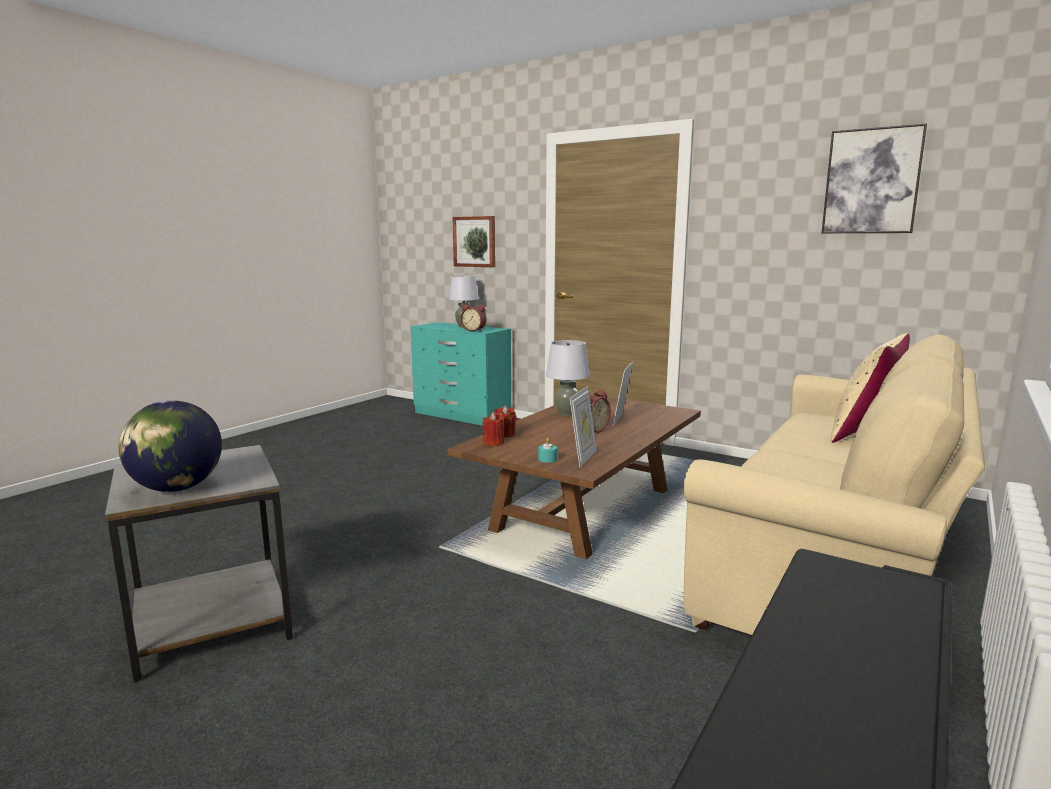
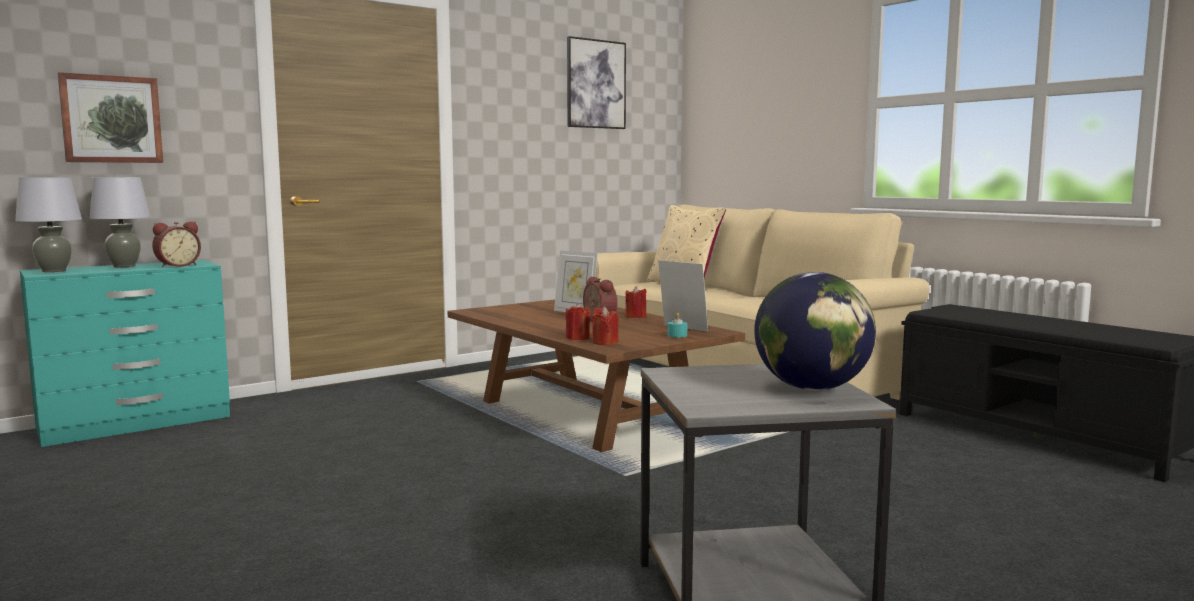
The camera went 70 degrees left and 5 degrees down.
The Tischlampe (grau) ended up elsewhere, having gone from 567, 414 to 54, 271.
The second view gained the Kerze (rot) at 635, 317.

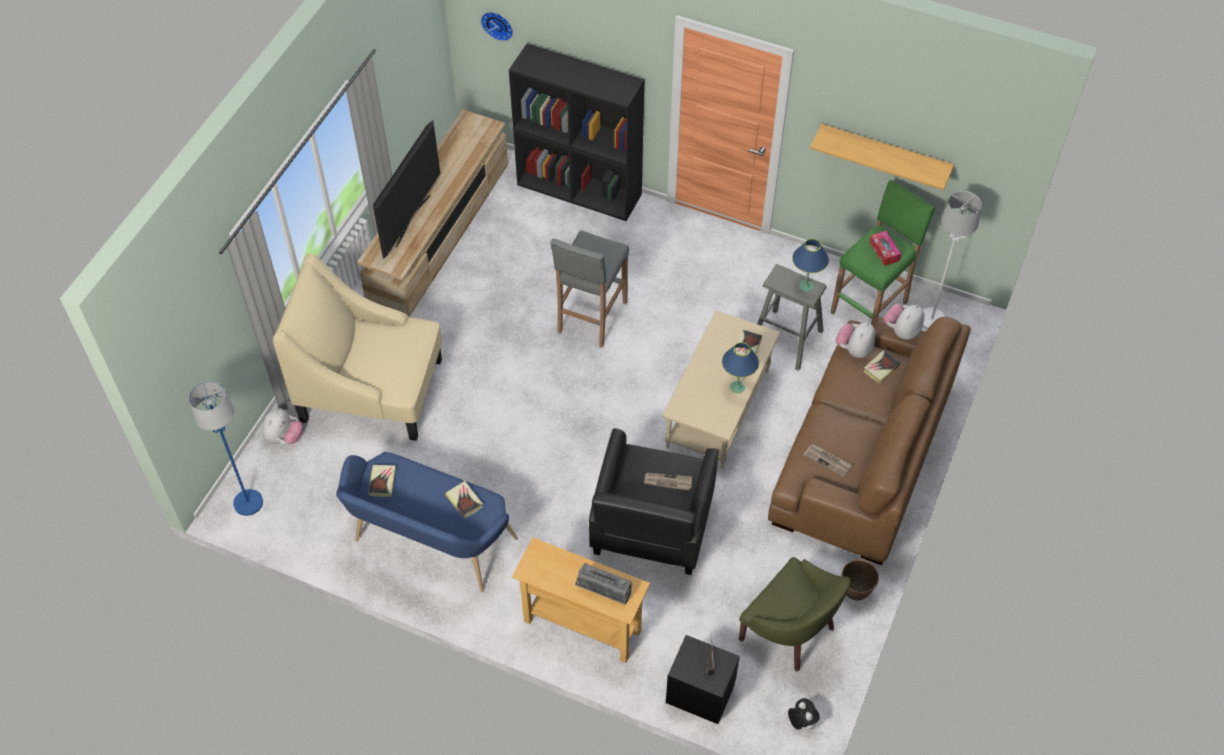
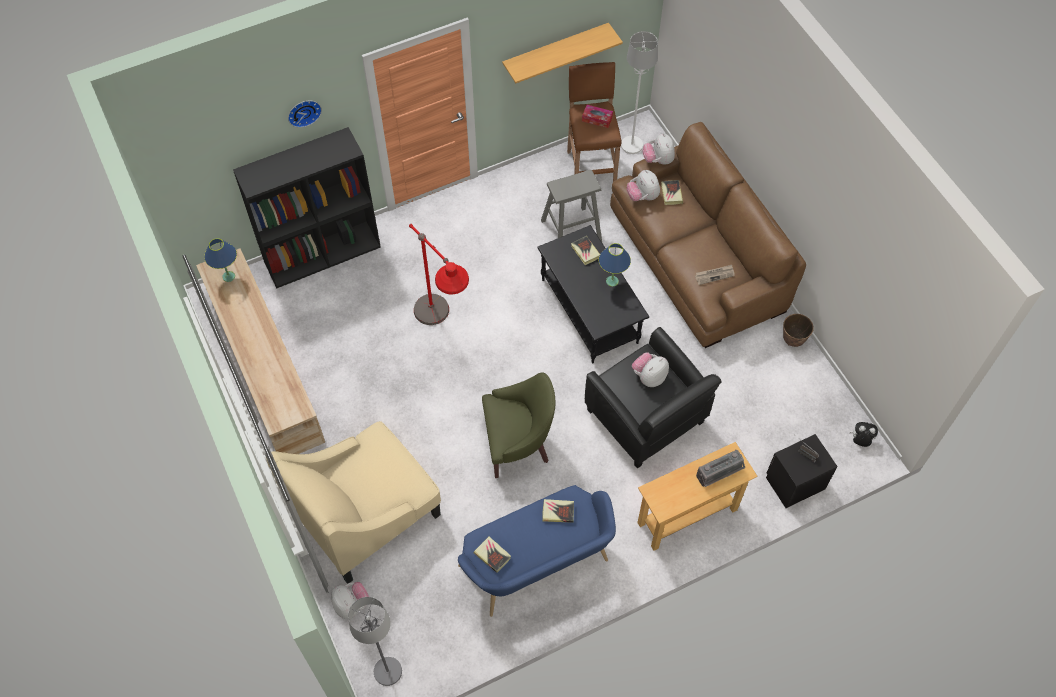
The camera went 50 degrees left and 5 degrees up.
The Wanduhr ended up elsewhere, having gone from 498, 24 to 303, 111.
The second view lost the Fernseher at 412, 220.
What was the Hocker (grün) at 870, 306 turned into the Hocker (braun) at 590, 168.
Where the Hocker (grau) stood at 591, 318, the Stehlampe (rot) came to stand at 442, 329.
The Tischlampe (blau) ended up elsewhere, having gone from 805, 285 to 228, 276.
What was the Couchtisch (beige) at 719, 410 turned into the Couchtisch (schwarz) at 590, 311.
What was the Stehlampe (blau) at 248, 503 turned into the Stehlampe (grau) at 388, 671.
Where the Zeitung stood at 667, 482, the Plüschtier came to stand at 649, 377.
The Sessel (grün) ended up elsewhere, having gone from 791, 631 to 518, 443.

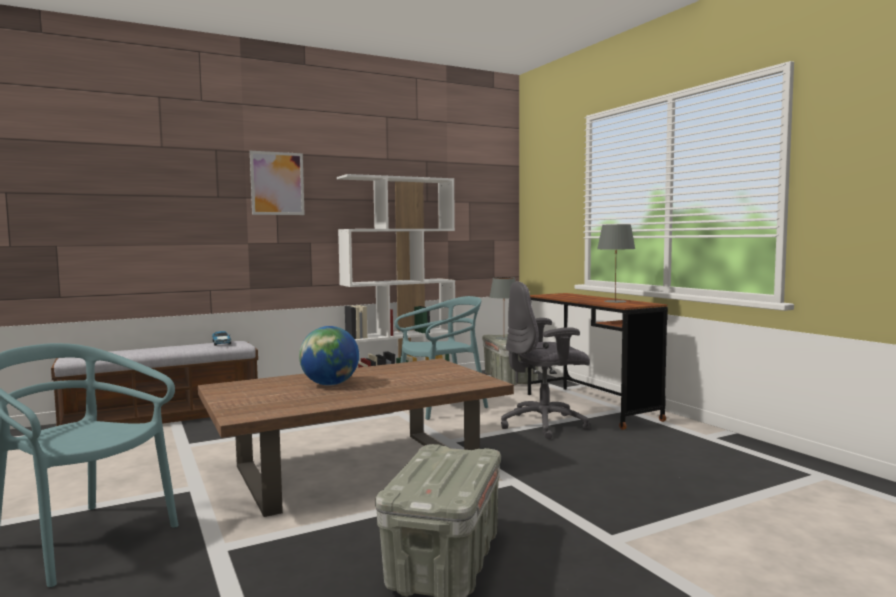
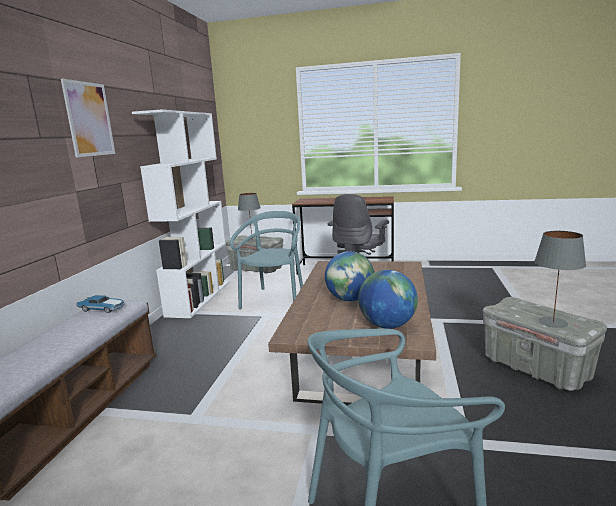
The camera went 50 degrees left and 10 degrees up.
The Tischlampe (grau) ended up elsewhere, having gone from 614, 301 to 553, 322.
The second view gained the Globus at 387, 325.

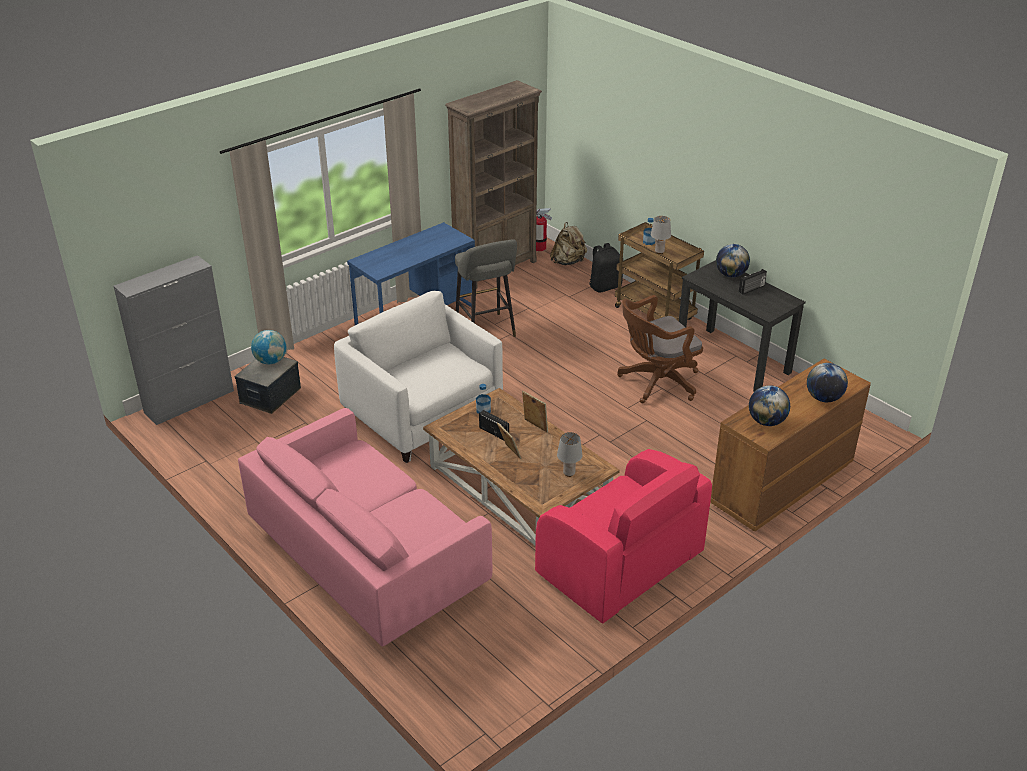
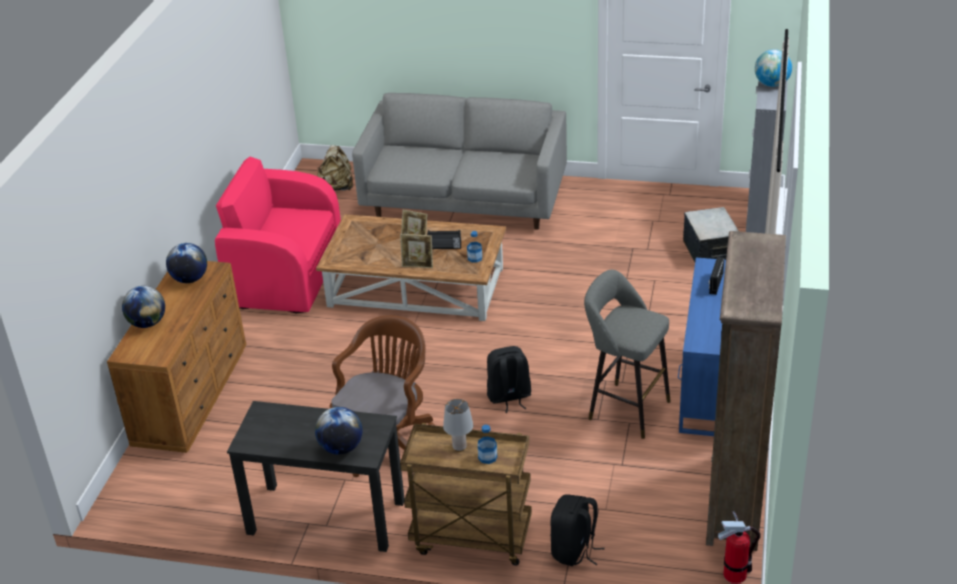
The camera went 145 degrees right and 0 degrees up.
The Rucksack (beige) ended up elsewhere, having gone from 568, 262 to 337, 187.
The Radio ended up elsewhere, having gone from 752, 289 to 715, 283.
The second view lost the Sessel (weiß) at 423, 415.
The Globus ended up elsewhere, having gone from 271, 361 to 771, 84.
What was the Sofa (rosa) at 368, 560 turned into the Sofa (grau) at 465, 200.
The second view lost the Tischlampe (grau) at 569, 473.
The second view gained the Rucksack (schwarz) at 509, 397.

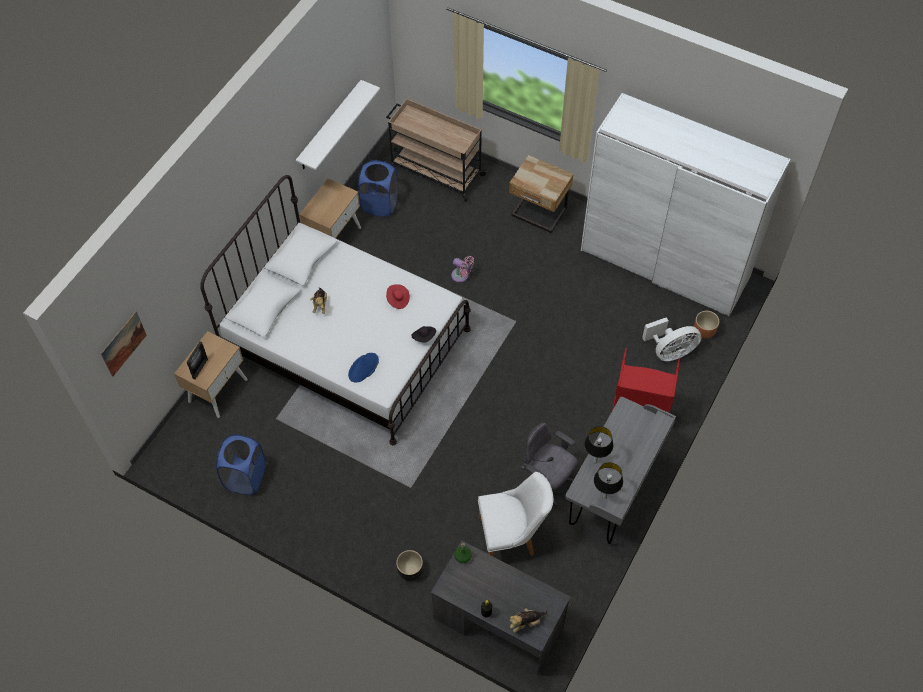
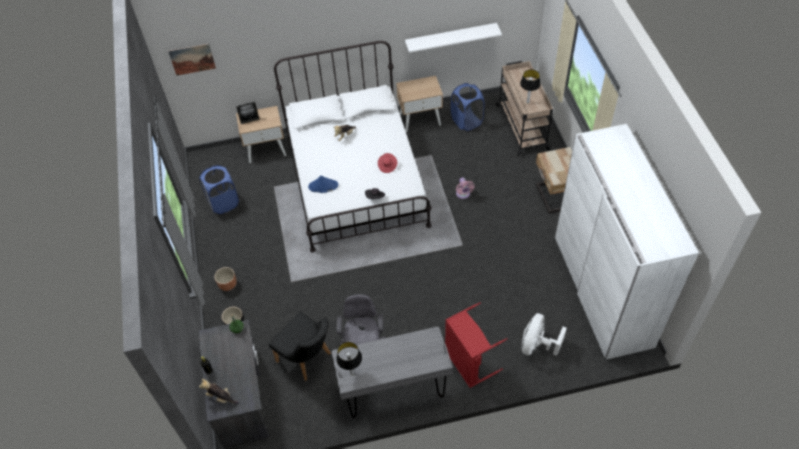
The camera went 50 degrees right and 5 degrees down.
The Pflanzkübel (braun) ended up elsewhere, having gone from 703, 331 to 227, 284.
The Ventilator (weiß) at 670, 352 ended up facing another way, 90 degrees clockwise from before.
The Tischlampe ended up elsewhere, having gone from 595, 461 to 528, 102.
What was the Stuhl (weiß) at 512, 536 turned into the Stuhl (schwarz) at 308, 359.

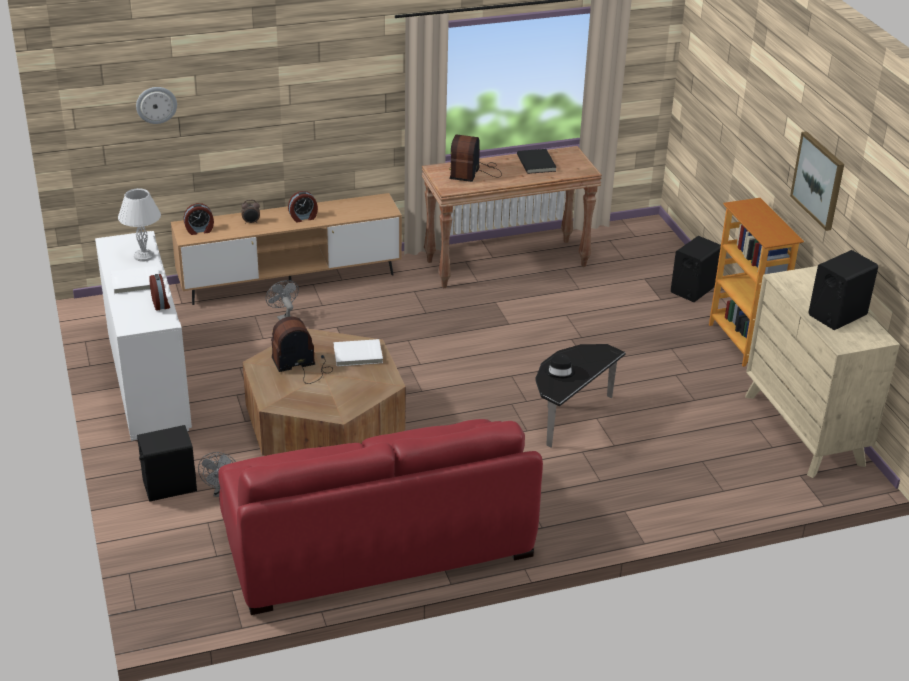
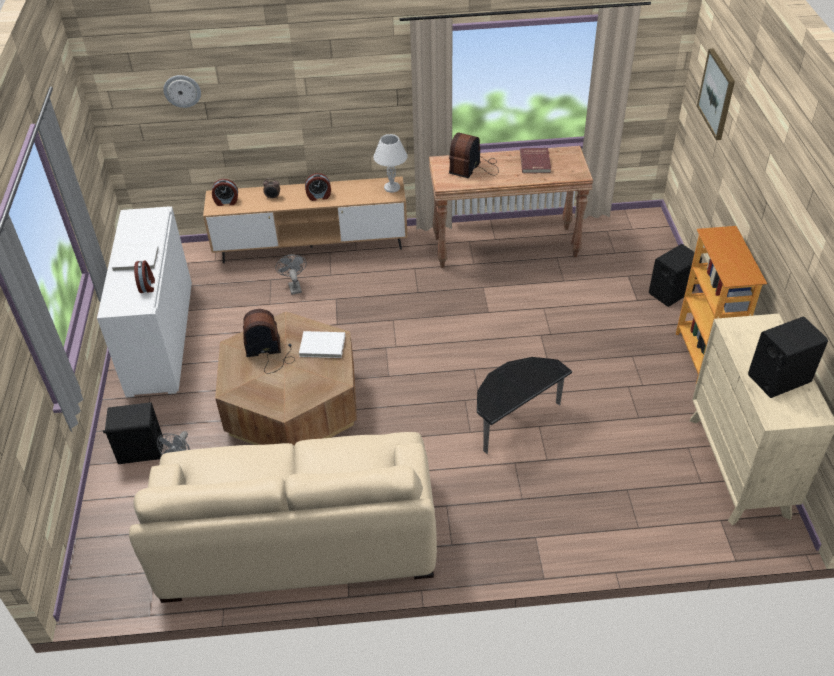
The camera went 15 degrees right and 10 degrees up.
The Bild ended up elsewhere, having gone from 818, 180 to 717, 94.
What was the Buch (schwarz) at 537, 163 turned into the Buch (rot) at 536, 162.
The Tischlampe (weiß) ended up elsewhere, having gone from 144, 255 to 392, 187.
The second view lost the Hut (schwarz) at 560, 371.
What was the Sofa (rot) at 376, 538 turned into the Sofa (beige) at 297, 533.

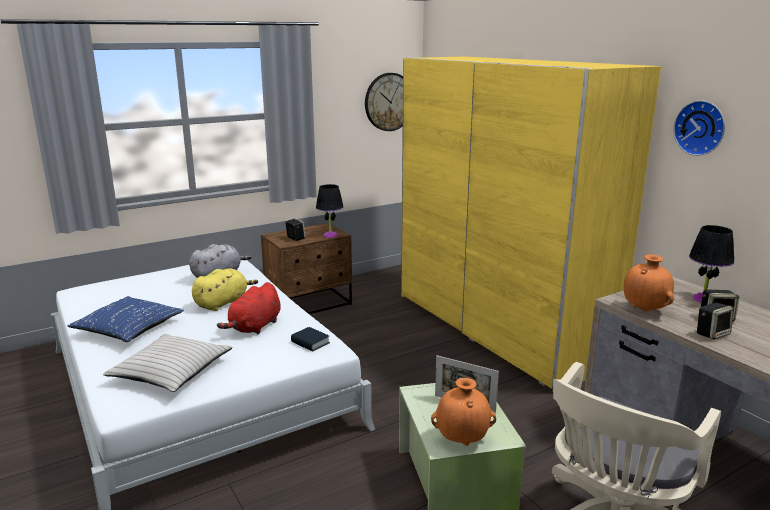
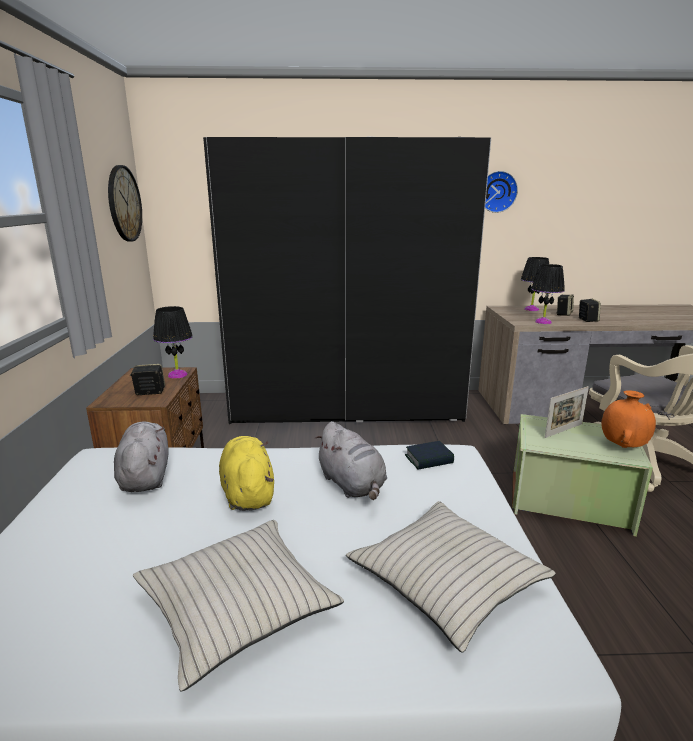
The camera went 60 degrees left and 0 degrees up.
What was the Kleiderschrank (gelb) at 496, 328 turned into the Kleiderschrank (schwarz) at 347, 407.
Where the Vase (orange) stood at 645, 310, the Tischlampe (schwarz) came to stand at 543, 322.
What was the Plüschtier (rot) at 254, 327 turned into the Plüschtier (grau) at 352, 485.
What was the Kissen (blau) at 128, 328 turned into the Kissen (beige) at 238, 606.

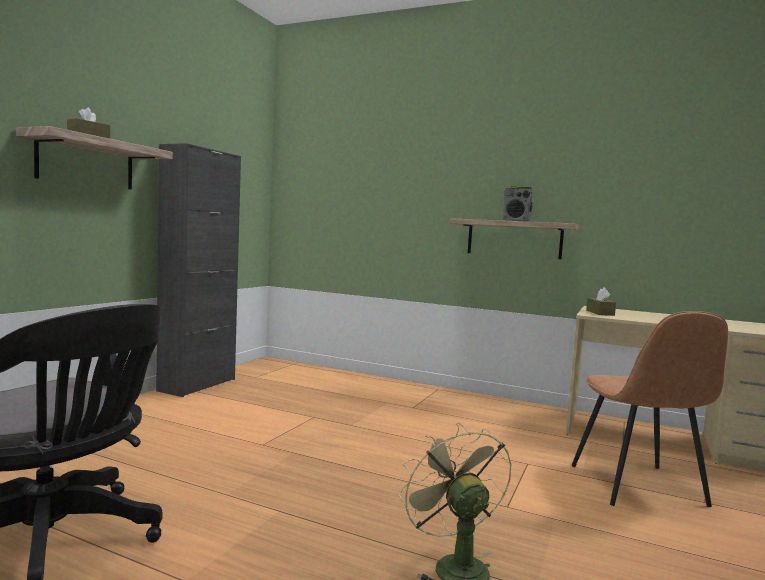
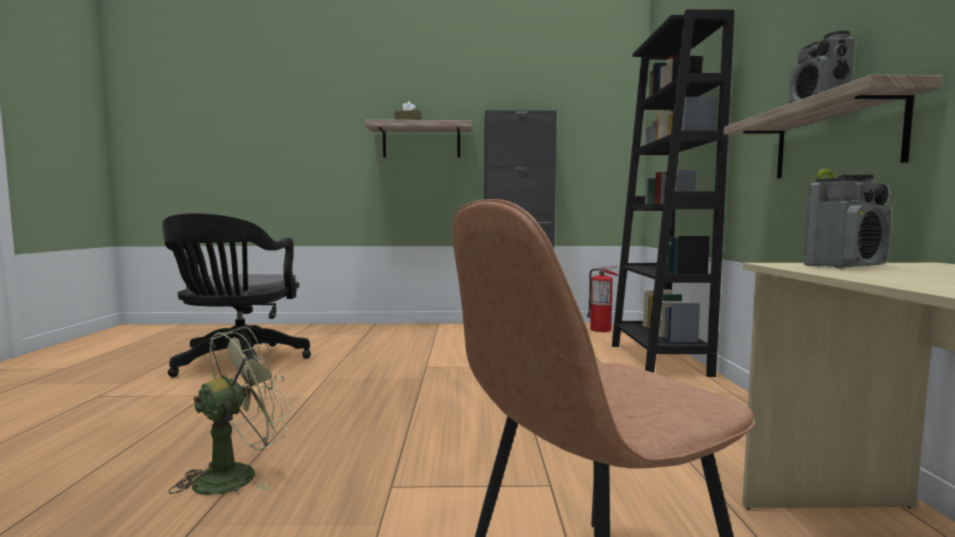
The camera went 65 degrees right and 0 degrees up.
Where the Taschentuchbox (braun) stood at 600, 313, the Radio came to stand at 845, 266.
The second view gained the Bücherregal (schwarz) at 658, 359.
The second view gained the Feuerlöscher at 601, 329.

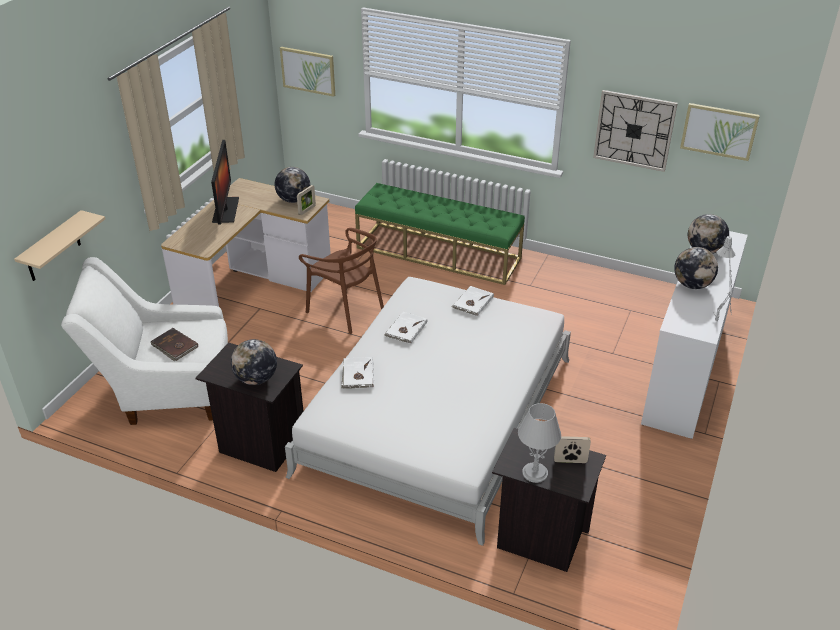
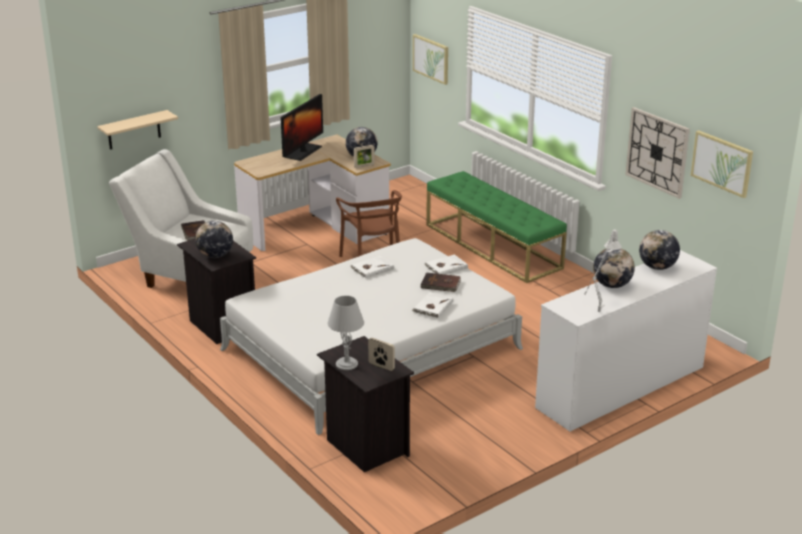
The camera went 30 degrees right and 10 degrees down.
The Buch (weiß) ended up elsewhere, having gone from 357, 375 to 432, 307.
The second view gained the Buch (braun) at 440, 284.

